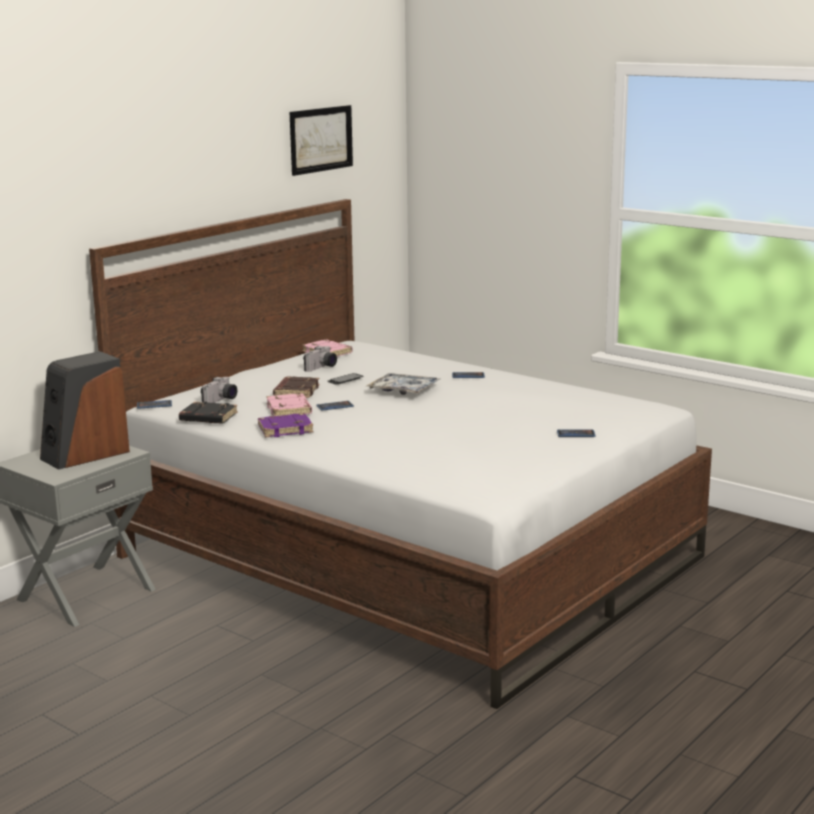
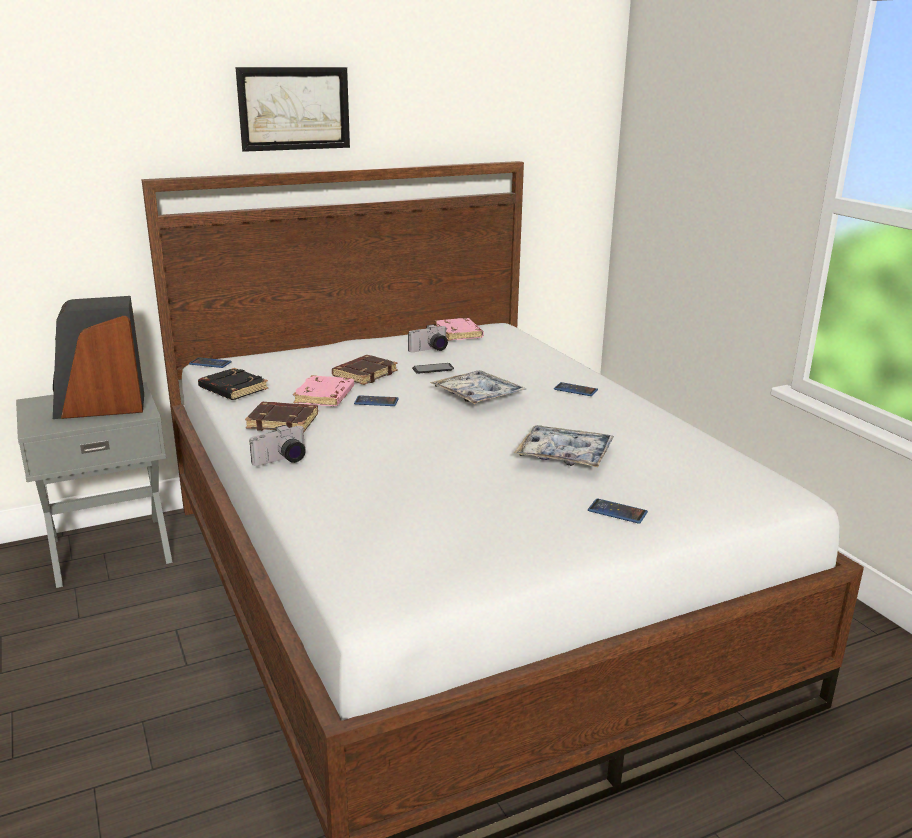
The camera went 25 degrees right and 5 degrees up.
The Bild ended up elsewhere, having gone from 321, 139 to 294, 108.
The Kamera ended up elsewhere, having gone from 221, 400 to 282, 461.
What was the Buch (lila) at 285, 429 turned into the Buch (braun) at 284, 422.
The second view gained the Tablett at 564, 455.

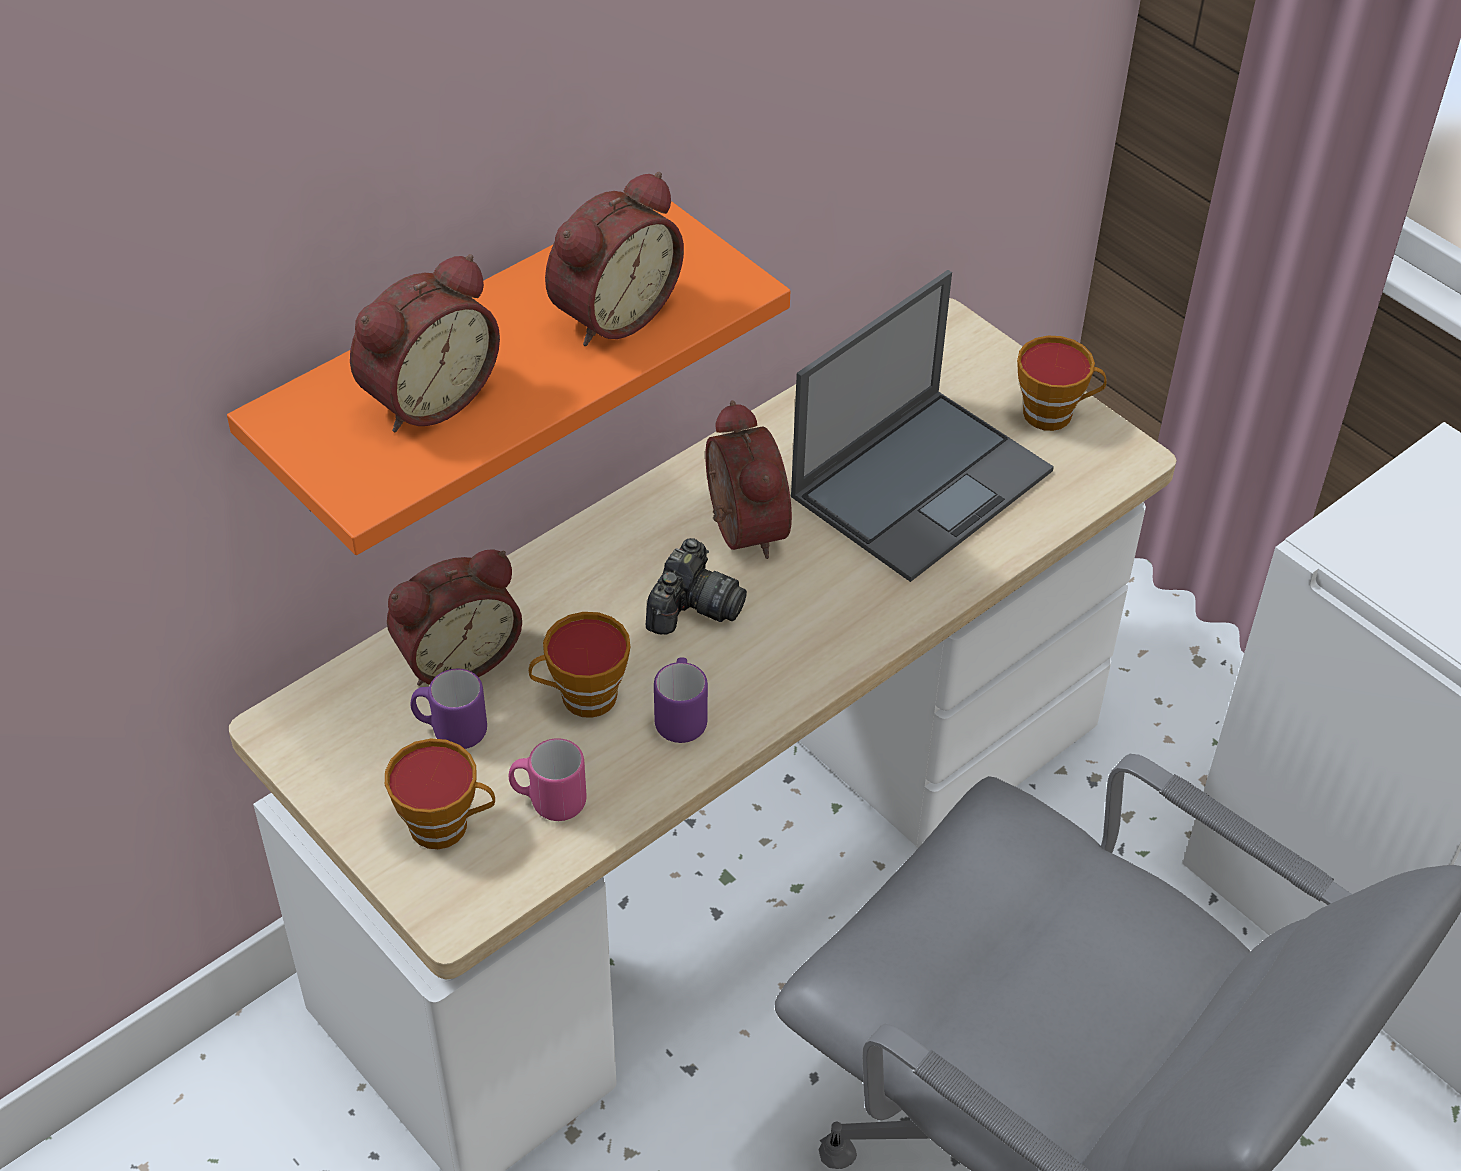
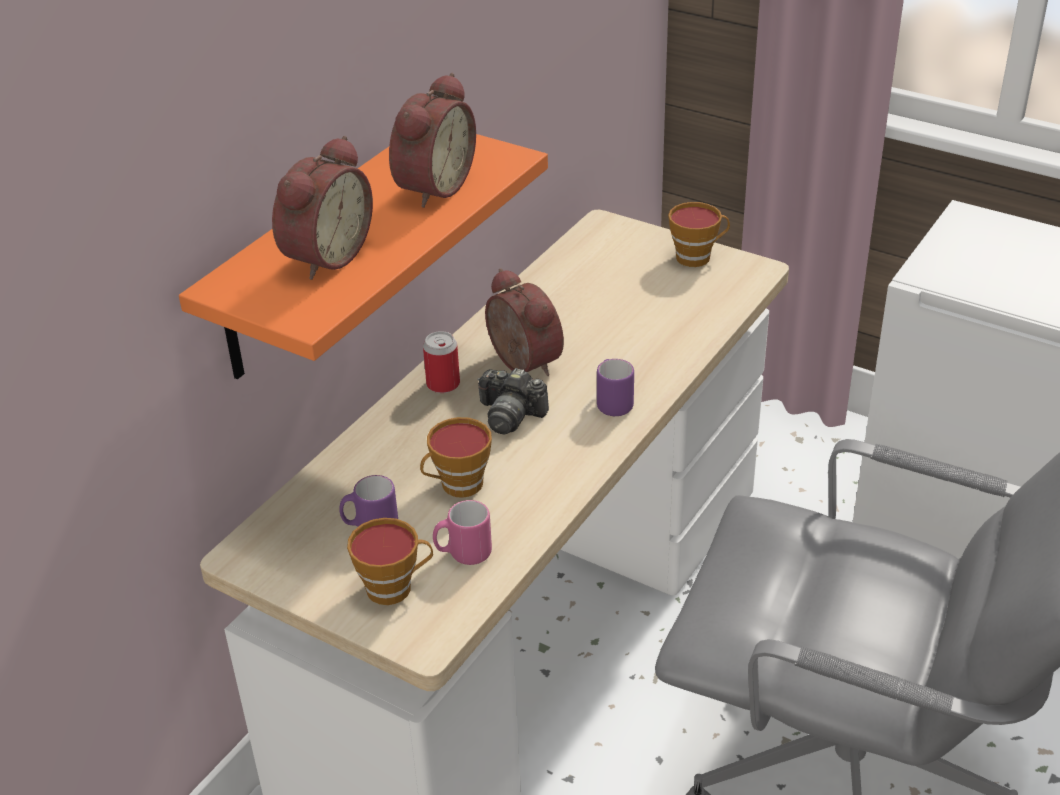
The camera went 15 degrees left and 10 degrees down.
The second view lost the Laptop at 923, 482.
The Kamera at 692, 607 ended up facing another way, 105 degrees clockwise from before.
The second view lost the Wecker at 456, 656.
The Henkelbecher (lila) ended up elsewhere, having gone from 681, 716 to 612, 402.
The second view gained the Dose at 443, 384.

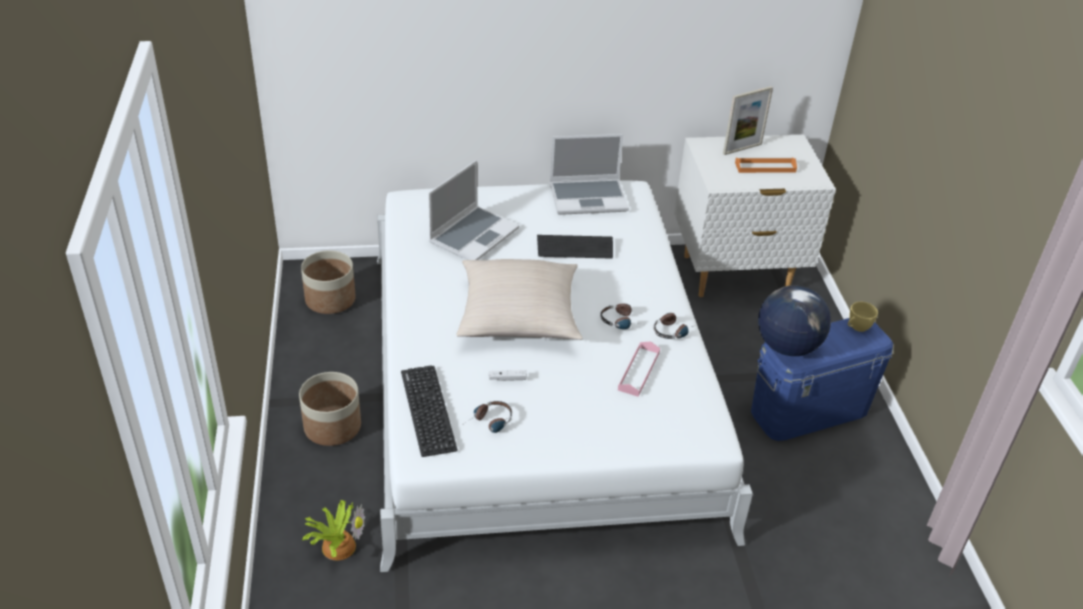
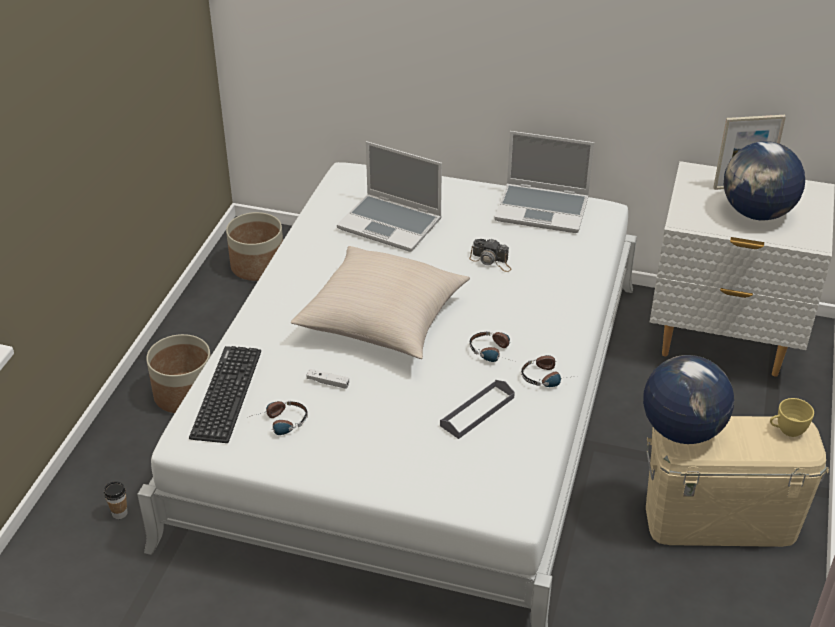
The camera went 25 degrees right and 0 degrees up.
Where the Tablett (orange) stood at 765, 167, the Globus came to stand at 756, 213.
The Laptop at 473, 235 ended up facing another way, 60 degrees clockwise from before.
Where the Tastatur stood at 575, 248, the Kamera came to stand at 491, 261.
What was the Aufbewahrungsbox (blau) at 809, 411 turned into the Aufbewahrungsbox (beige) at 720, 520.
What was the Tablett (rosa) at 638, 371 turned into the Tablett (grau) at 477, 411.
Where the Topfpflanze stood at 337, 545, the Tasse came to stand at 119, 513.

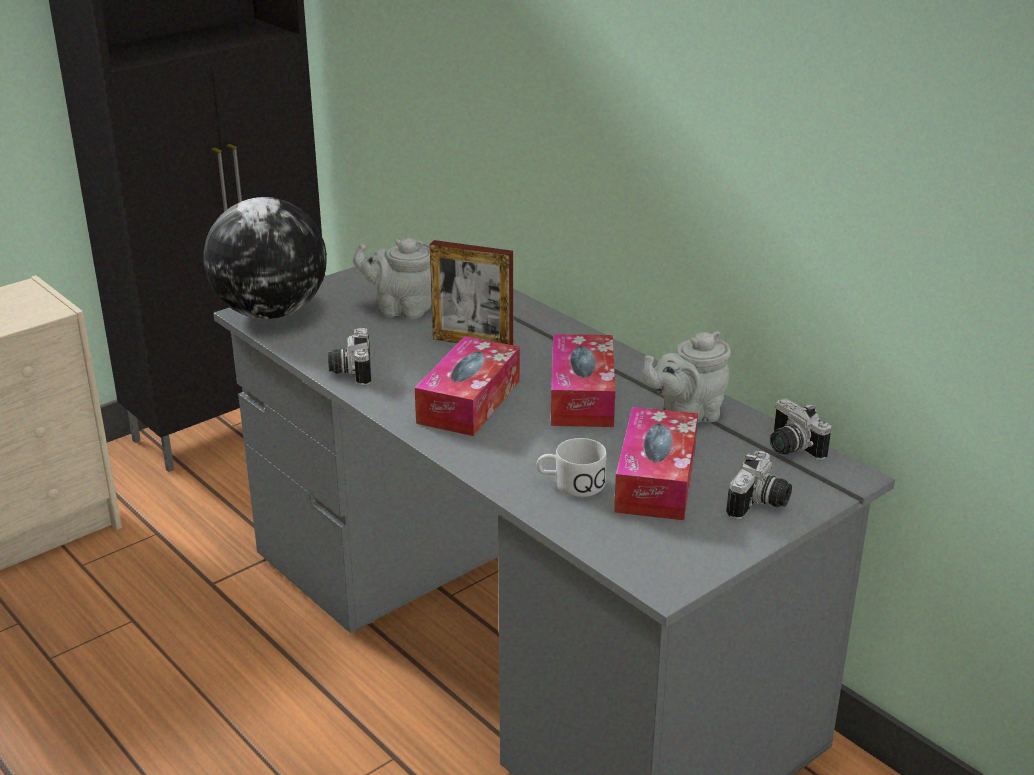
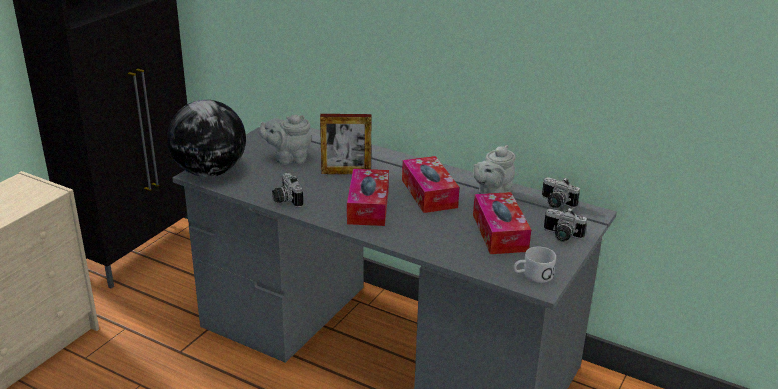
The camera went 20 degrees left and 0 degrees up.
The Henkelbecher (weiß) ended up elsewhere, having gone from 570, 484 to 532, 276.
The Kamera at 761, 505 ended up facing another way, 105 degrees clockwise from before.

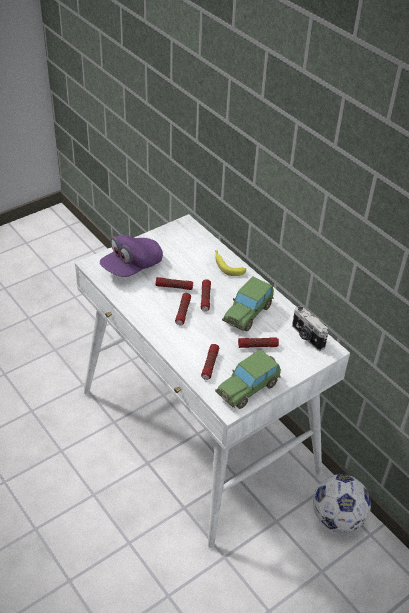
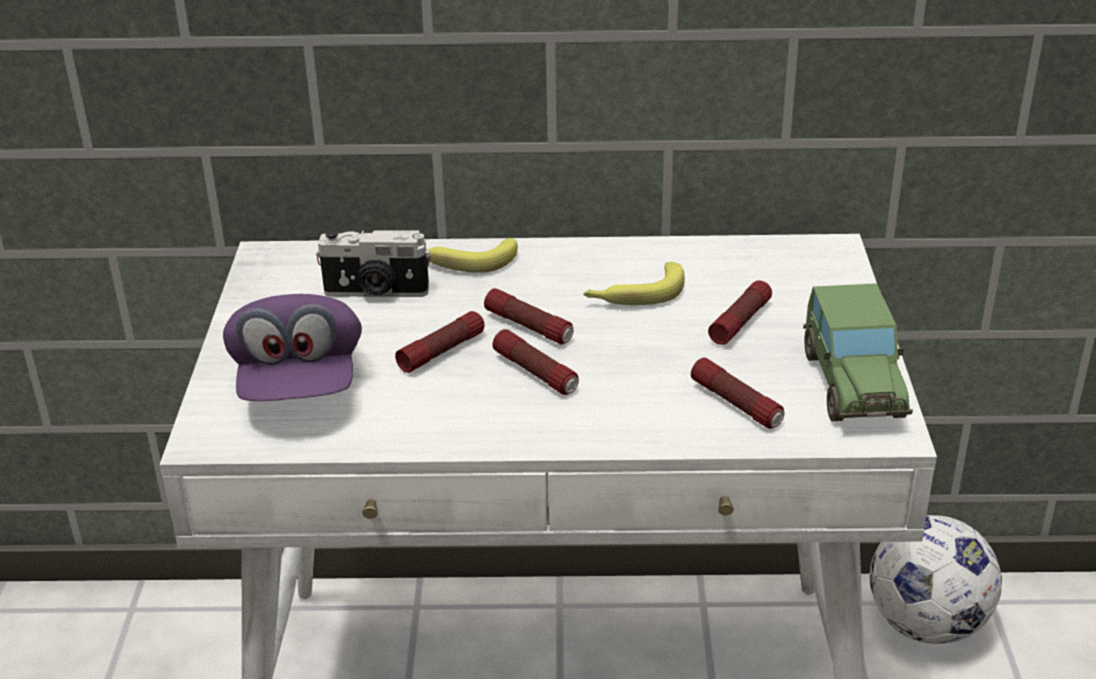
The camera went 50 degrees left and 10 degrees down.
Where the Spielzeugauto stood at 248, 313, the Banane came to stand at 634, 295.
The Kamera ended up elsewhere, having gone from 307, 337 to 376, 292.

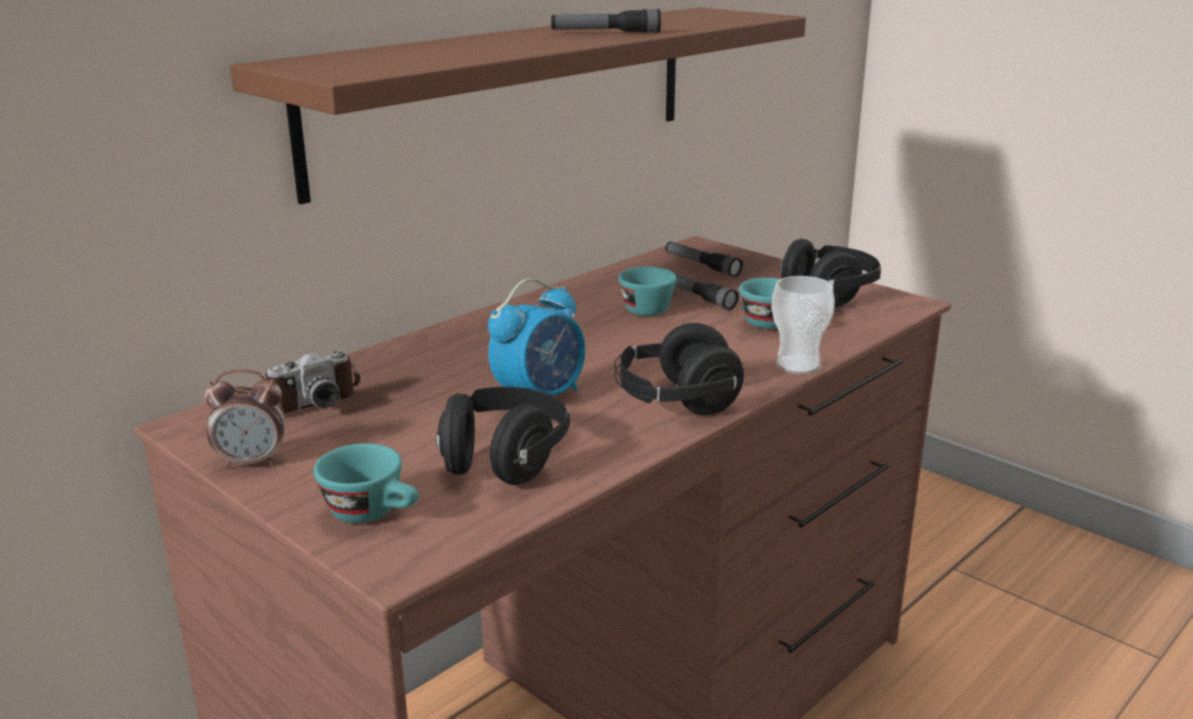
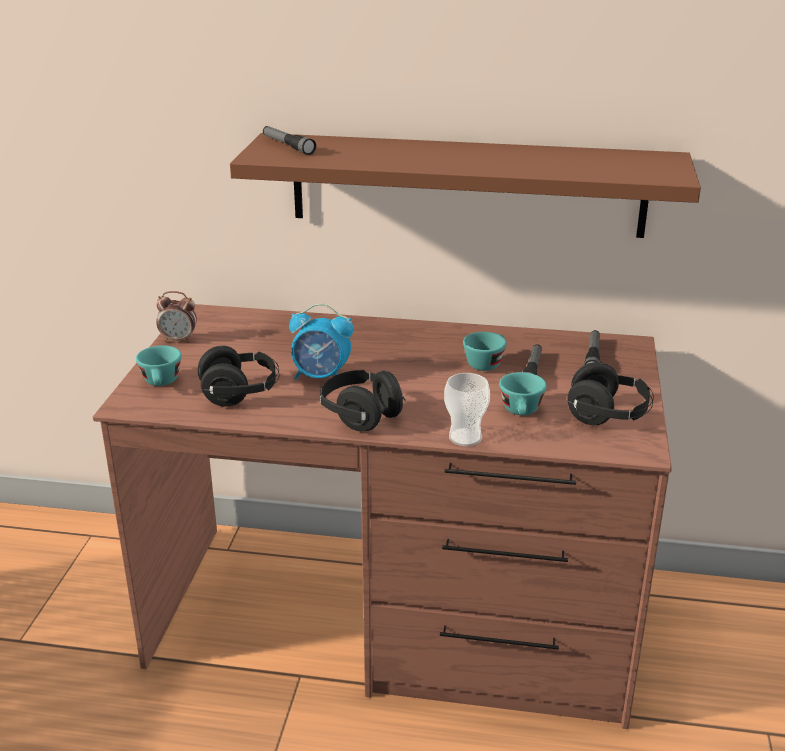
The camera went 55 degrees right and 5 degrees up.
The Taschenlampe ended up elsewhere, having gone from 605, 33 to 288, 146.
The second view lost the Kamera at 304, 400.
The Wecker at 252, 462 ended up facing another way, 45 degrees counterclockwise from before.

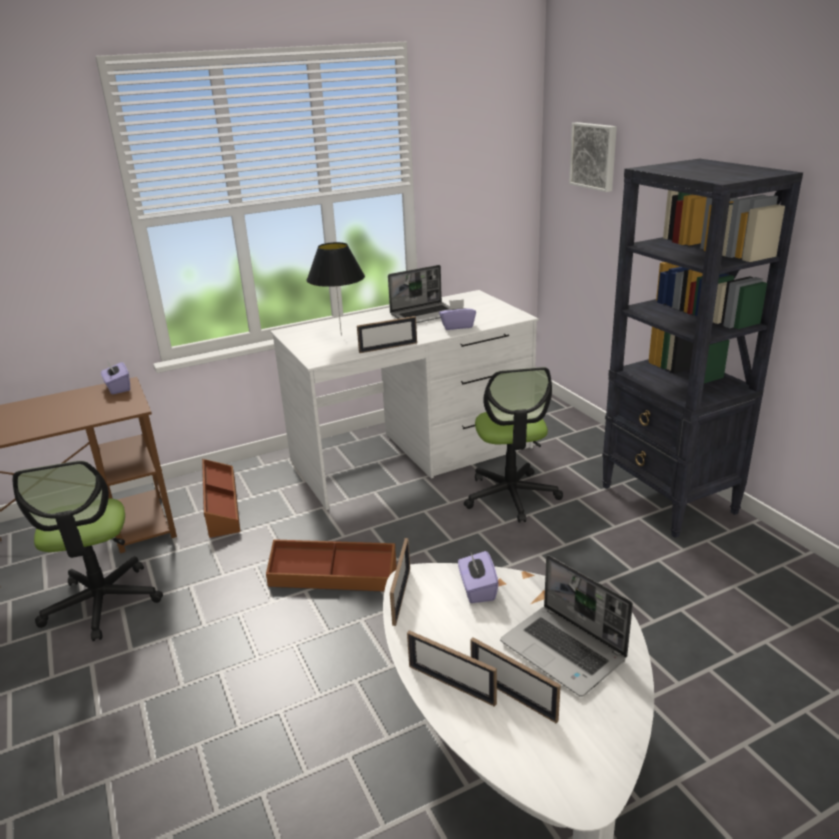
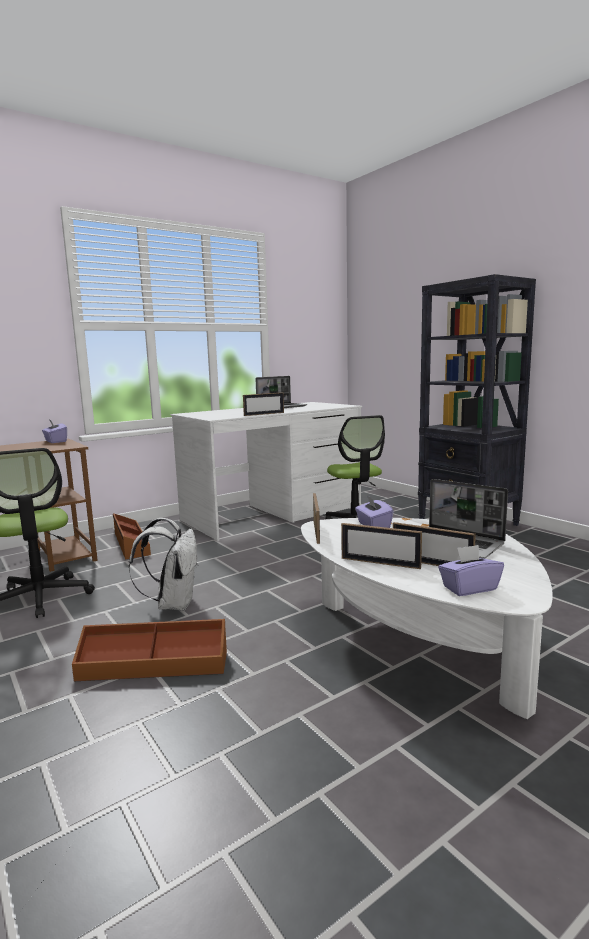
The camera went 10 degrees left and 15 degrees down.
The second view lost the Bild at 594, 156.
The second view lost the Tischlampe (schwarz) at 341, 335.
The Taschentuchbox (lila) ended up elsewhere, having gone from 457, 326 to 469, 588.
The Aufbewahrungsbox (braun) ended up elsewhere, having gone from 333, 577 to 154, 665.
The second view gained the Rucksack (weiß) at 173, 604.

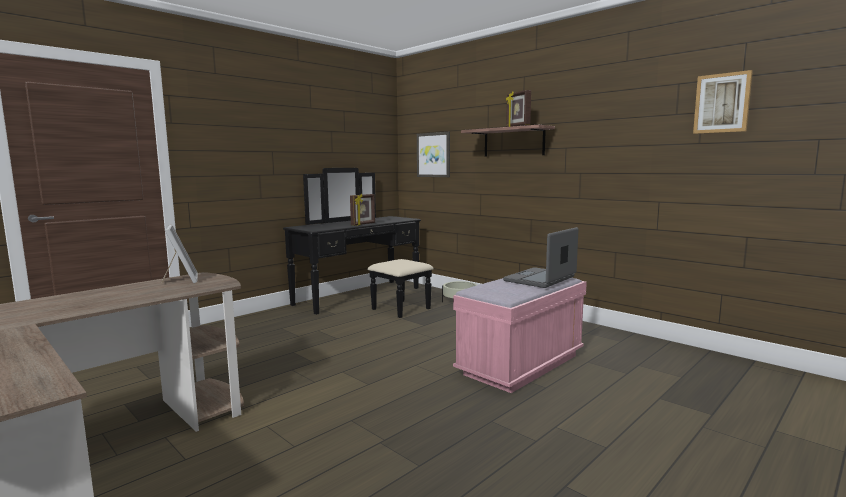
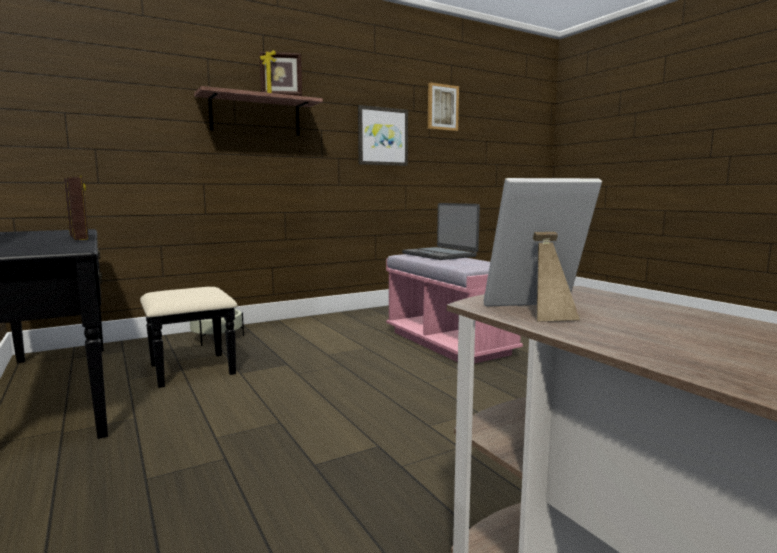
The camera went 75 degrees left and 0 degrees up.
The Bild ended up elsewhere, having gone from 433, 155 to 382, 136.

